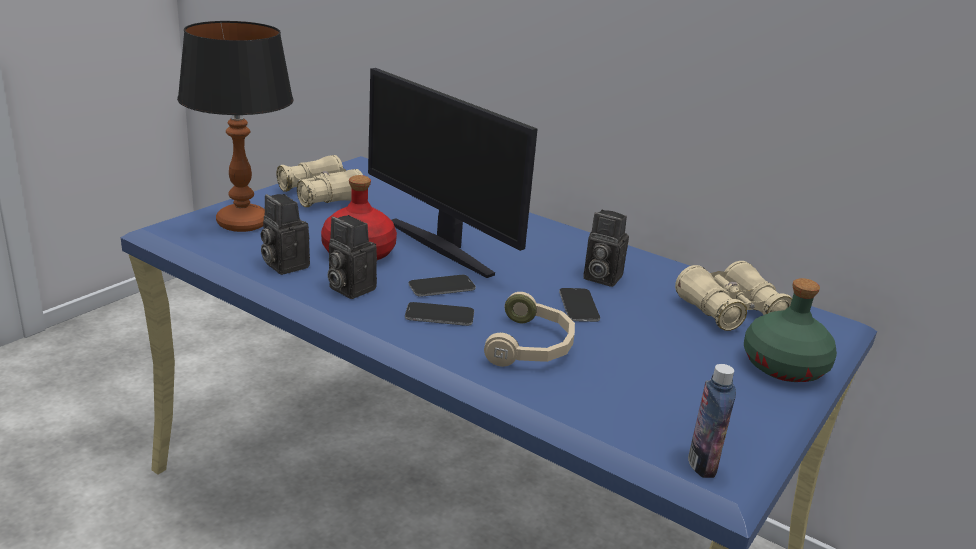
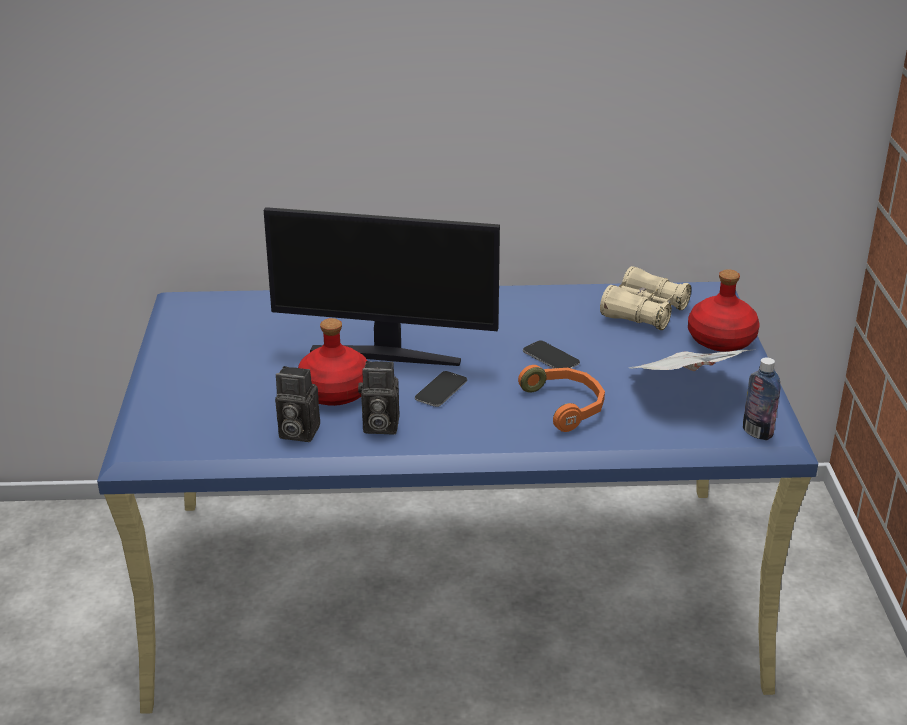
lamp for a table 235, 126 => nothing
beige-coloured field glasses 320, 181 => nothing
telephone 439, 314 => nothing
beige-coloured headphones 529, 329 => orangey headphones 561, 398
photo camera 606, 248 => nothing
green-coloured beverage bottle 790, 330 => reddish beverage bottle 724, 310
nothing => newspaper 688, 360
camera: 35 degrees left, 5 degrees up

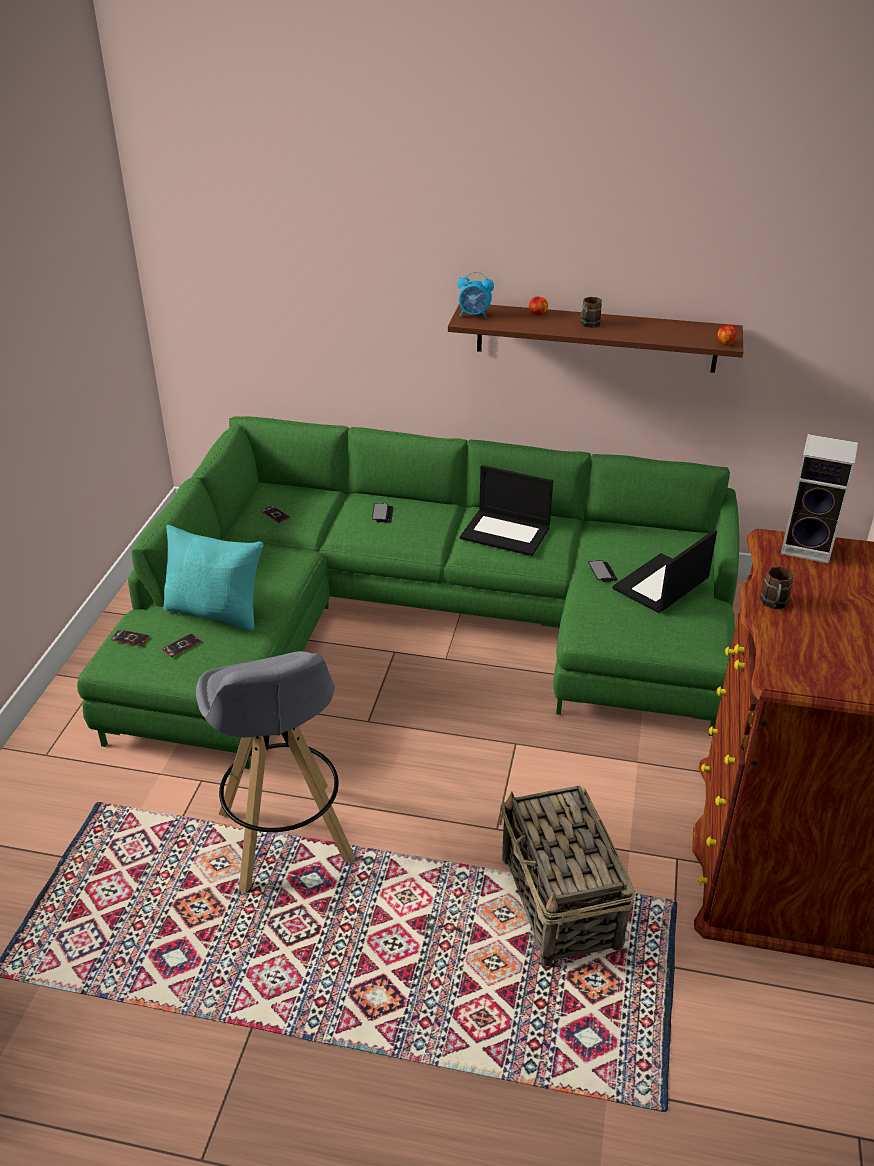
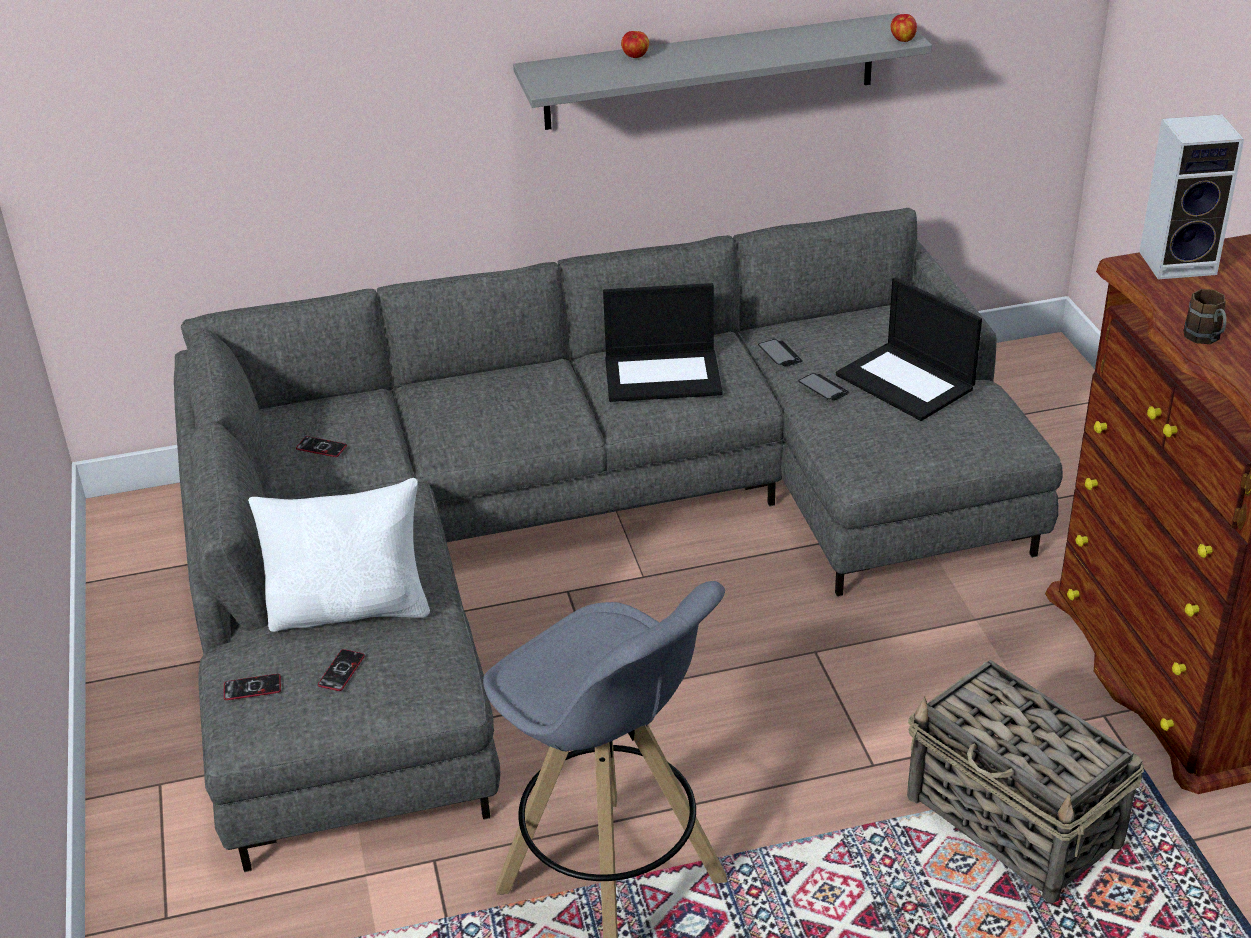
green-coloured sofa 408, 592 => gray sofa 618, 540
turquoise-coloured pillow 214, 578 => white-coloured pillow 339, 555
telephone 382, 513 => telephone 780, 353, move
brown wall shelf 595, 338 => gray wall shelf 722, 71
bedside clock 476, 294 => nothing
brown mug 591, 312 => nothing
laptop 664, 571 => laptop 909, 349, 60 degrees counterclockwise
camera: 25 degrees left, 0 degrees up

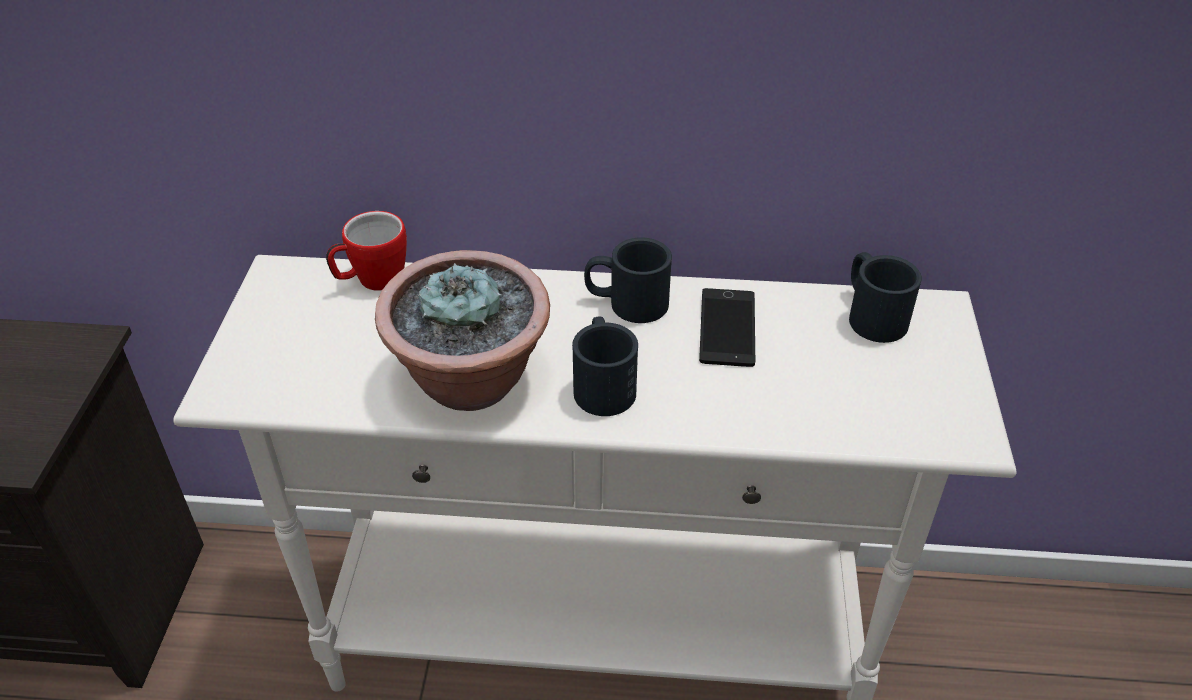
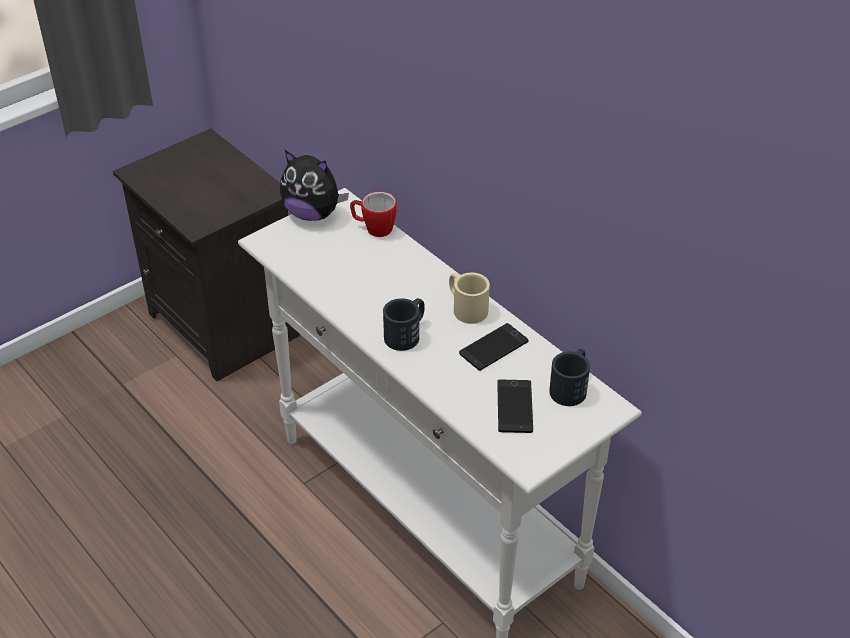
potted plant 462, 330 => nothing
blackish mug 628, 280 => beige-coloured mug 469, 298
nothing => plush toy 314, 185
nothing => telephone 515, 406
camera: 45 degrees right, 0 degrees up

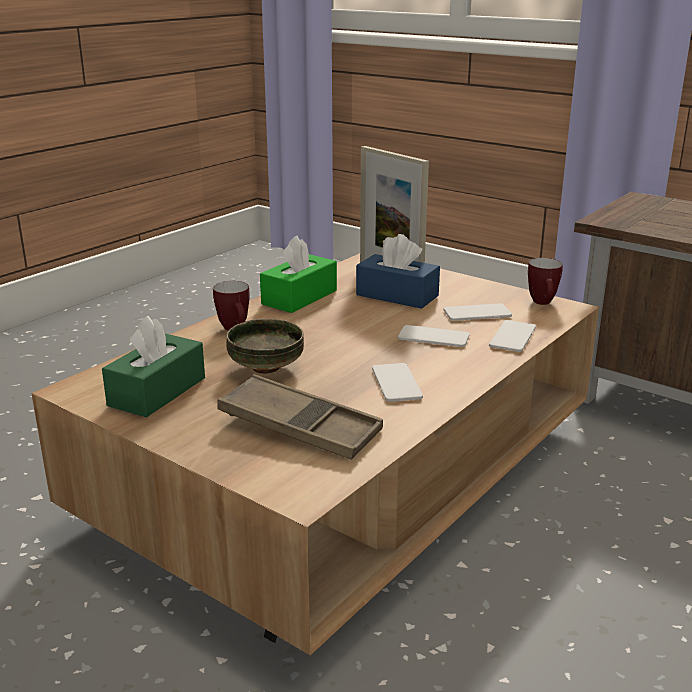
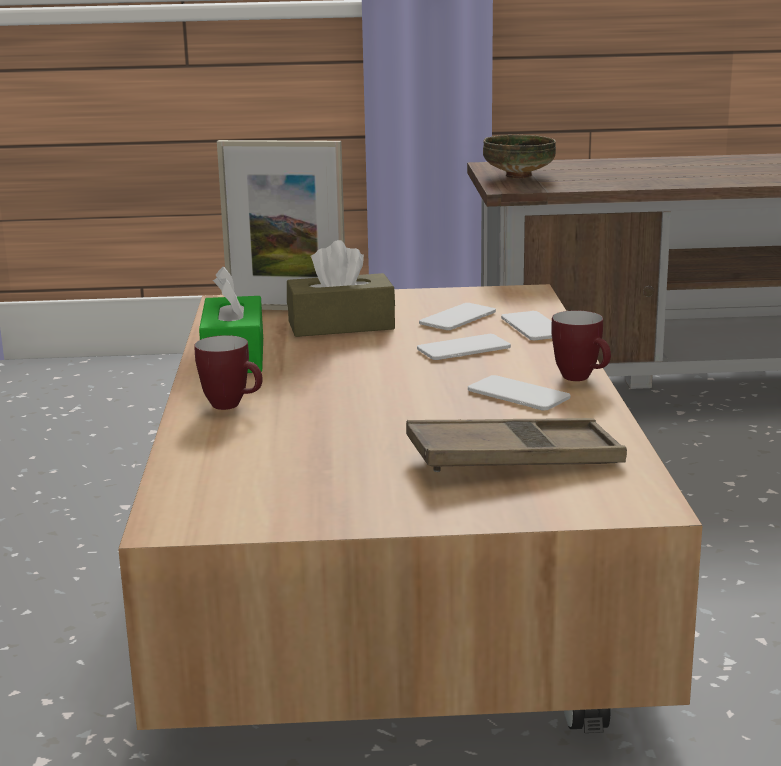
green-coloured tissue box 153, 367 => nothing
serving bowl 265, 346 => serving bowl 519, 156, move
blue-coloured tissue box 398, 271 => brown tissue box 341, 288
mug 545, 281 => mug 581, 345, move
camera: 40 degrees left, 5 degrees down

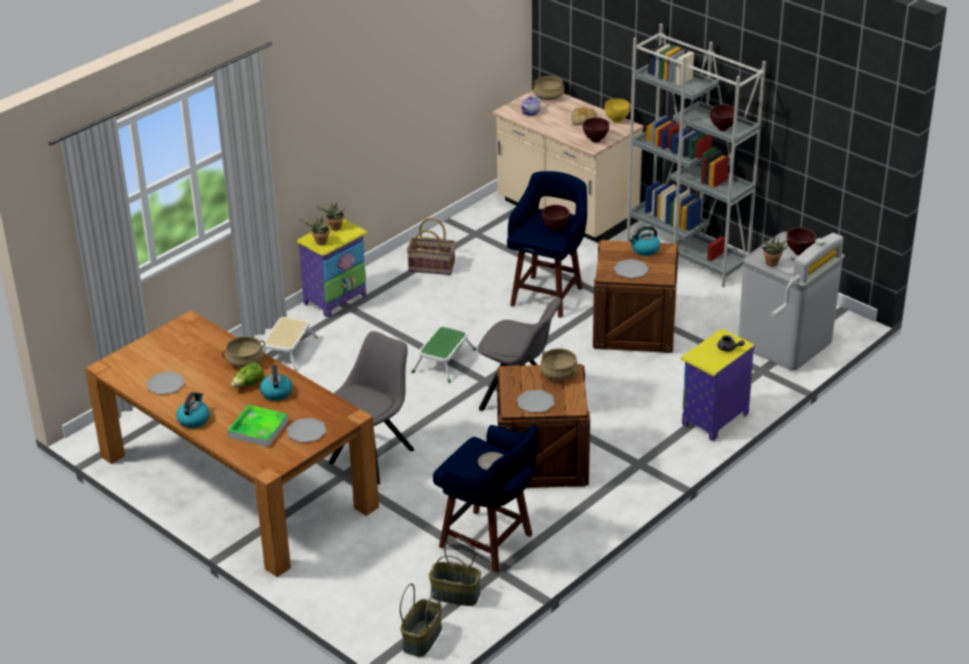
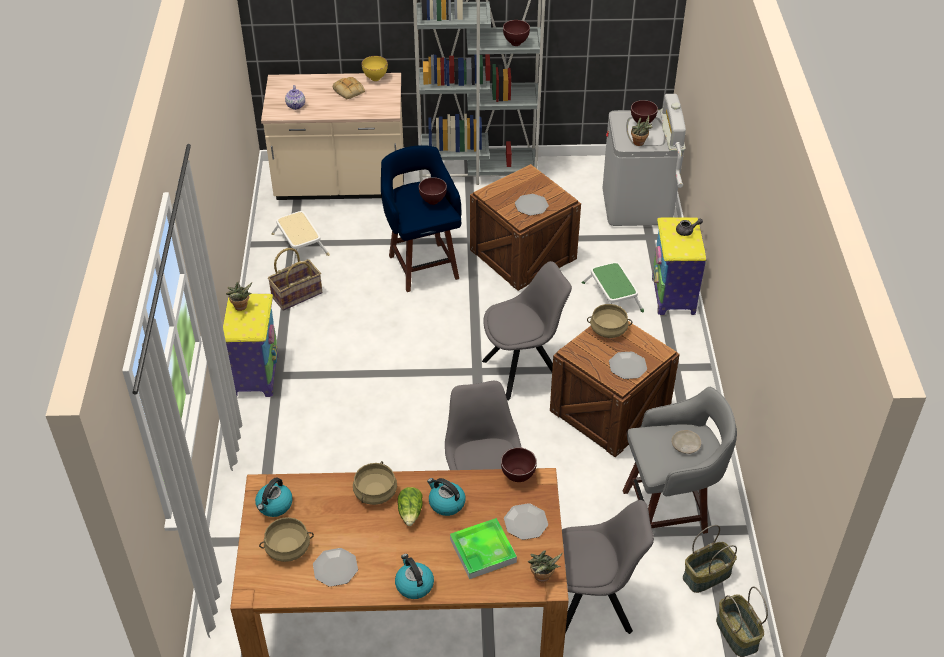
beige-coloured stepladder 291, 344 => beige-coloured stepladder 300, 238, move
potted plant 315, 231 => potted plant 545, 566, move
green-coloured stepladder 443, 354 => green-coloured stepladder 613, 287, move
blue-coloured sitting stool 485, 498 => gray sitting stool 680, 460
beige-coloured saucepot 548, 88 => beige-coloured saucepot 286, 539, move
brown serving bowl 596, 130 => brown serving bowl 519, 464, move
water kettle 644, 241 => water kettle 274, 497, move
nothing => gray upright chair 608, 567
camera: 45 degrees left, 10 degrees up

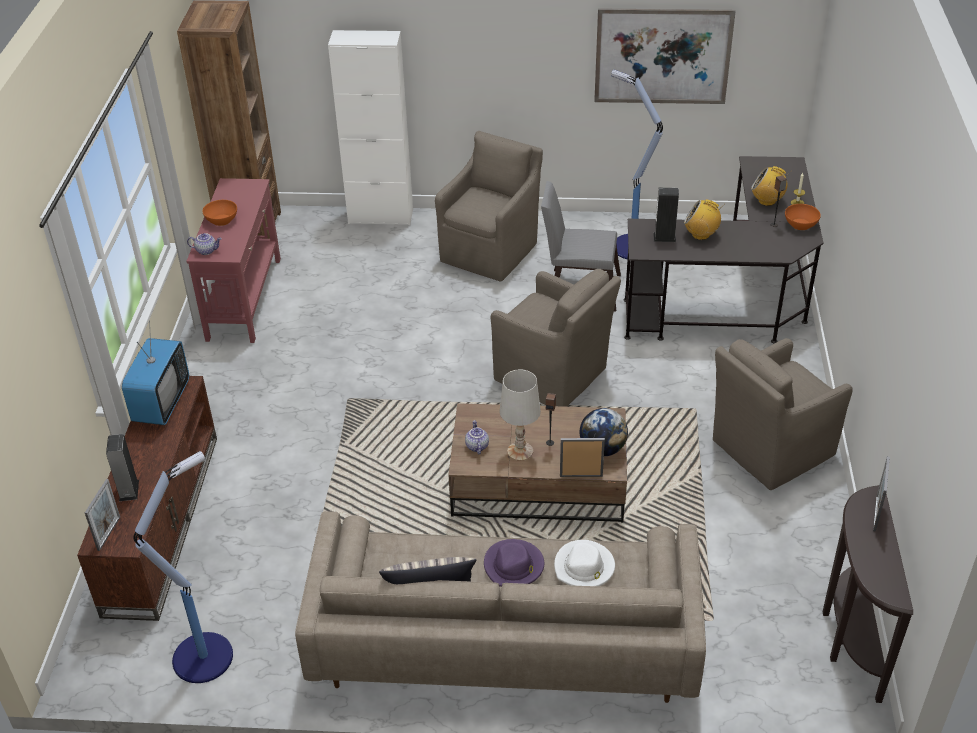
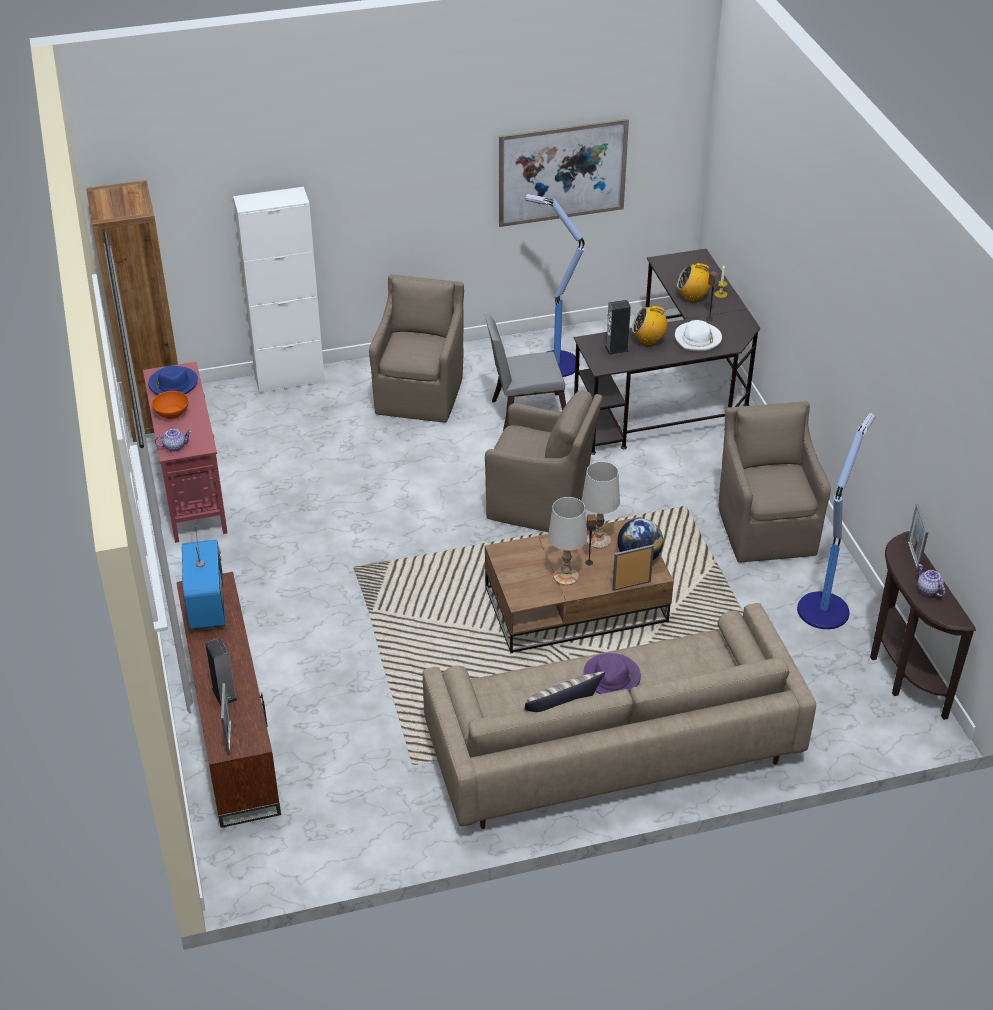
floor lamp 183, 567 => floor lamp 836, 521, move
teapot 477, 437 => teapot 931, 580, move
white-coloured clothing hat 584, 563 => white-coloured clothing hat 698, 335, move
brown armchair 783, 414 => brown armchair 774, 482, 135 degrees clockwise
orangey serving bowl 803, 217 => nothing
nothing => blue-coloured clothing hat 173, 380
nothing => white-coloured lamp for a table 601, 505
camera: 20 degrees left, 0 degrees up

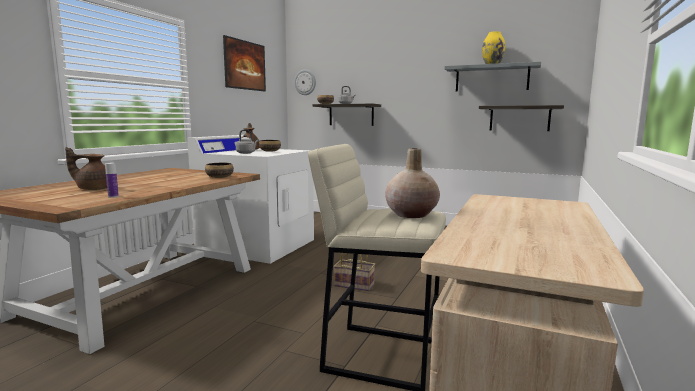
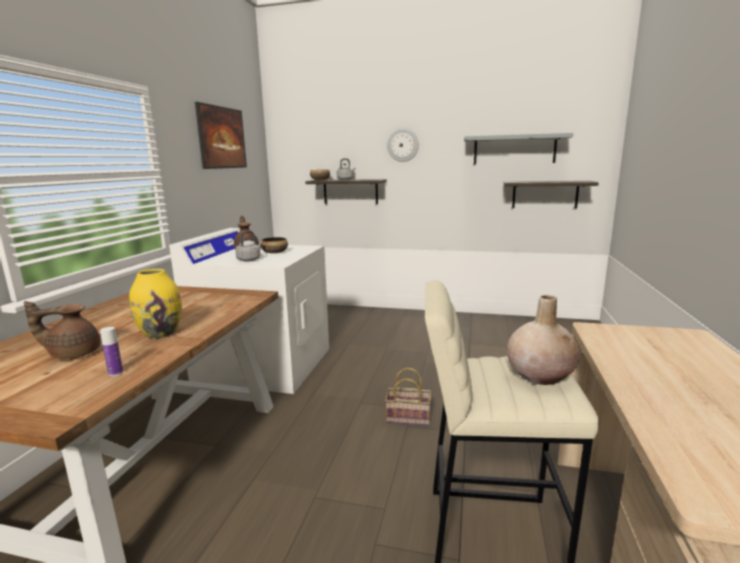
serving bowl 219, 170 => nothing
wall clock 305, 82 => wall clock 403, 145, move
yellowish decorative vase 493, 47 => yellowish decorative vase 155, 303, move
camera: 10 degrees left, 5 degrees up

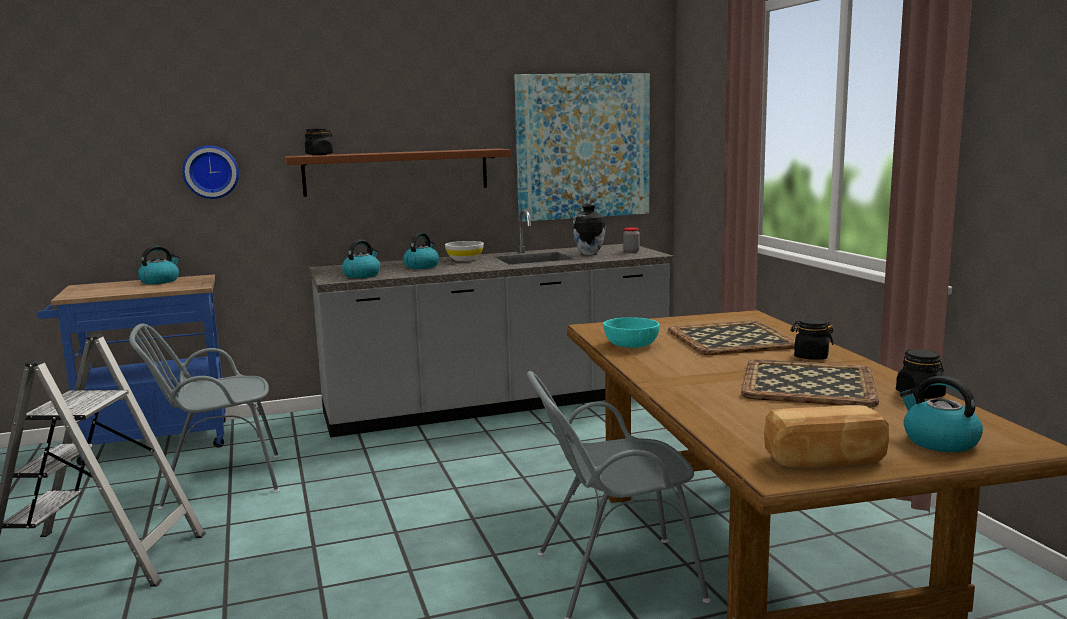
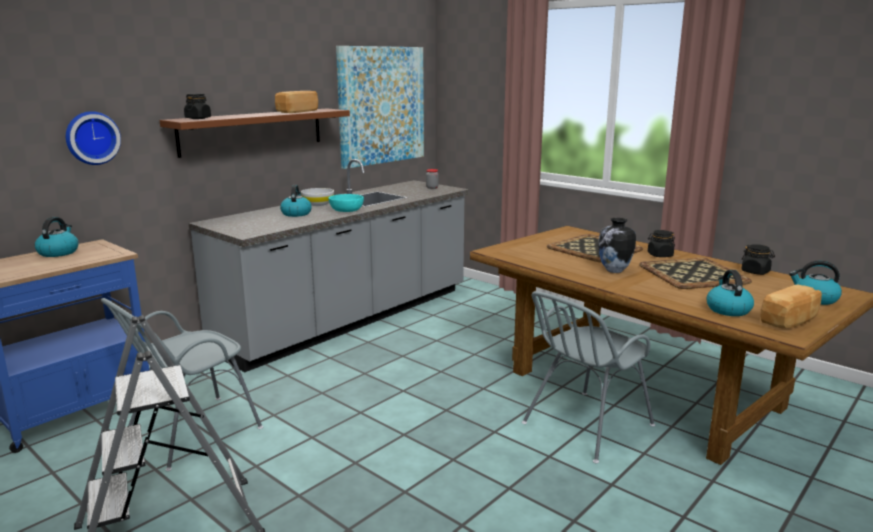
water kettle 361, 259 => water kettle 730, 293, move
decorative vase 589, 230 => decorative vase 617, 245, move
turquoise-coloured serving bowl 631, 332 => turquoise-coloured serving bowl 346, 203, move
nothing => bakery bread 296, 102
camera: 30 degrees left, 5 degrees up

